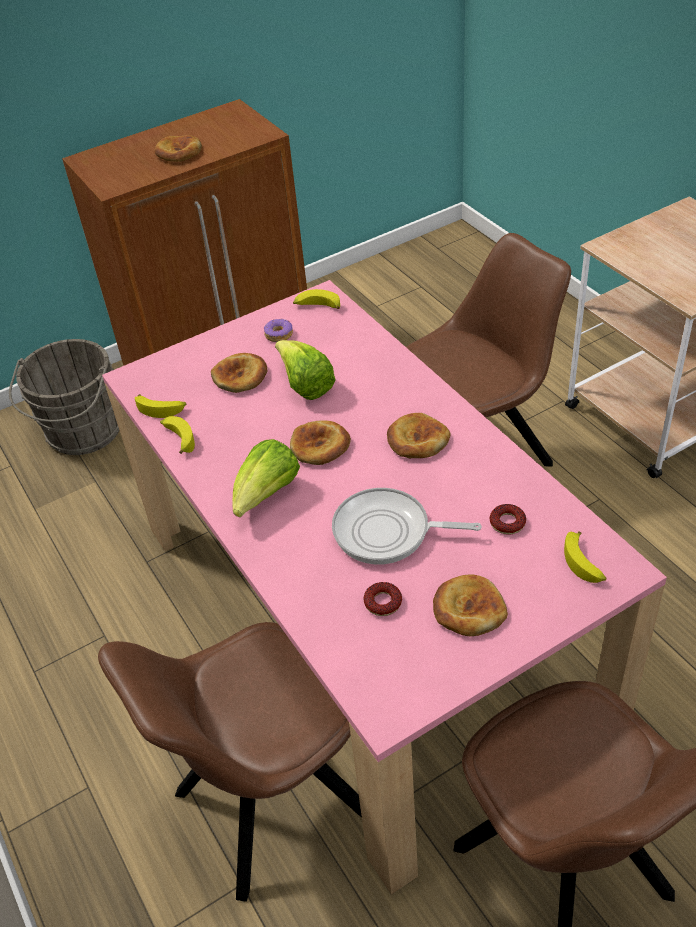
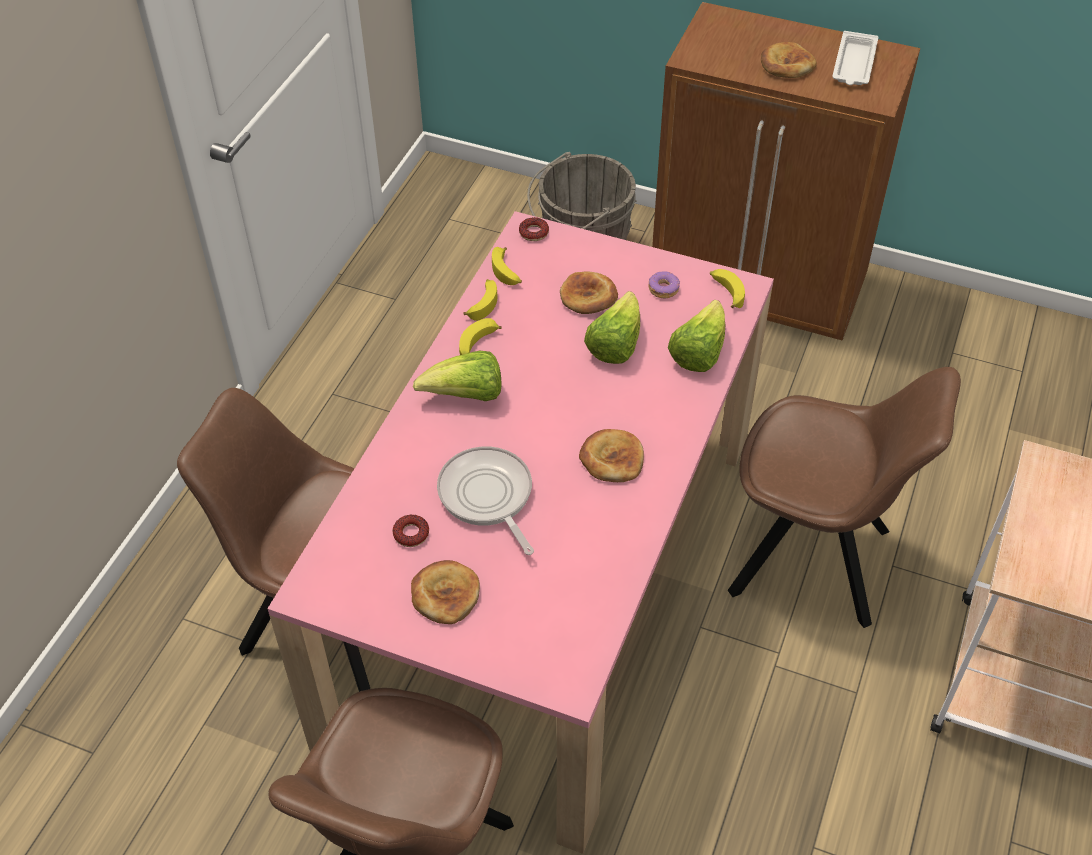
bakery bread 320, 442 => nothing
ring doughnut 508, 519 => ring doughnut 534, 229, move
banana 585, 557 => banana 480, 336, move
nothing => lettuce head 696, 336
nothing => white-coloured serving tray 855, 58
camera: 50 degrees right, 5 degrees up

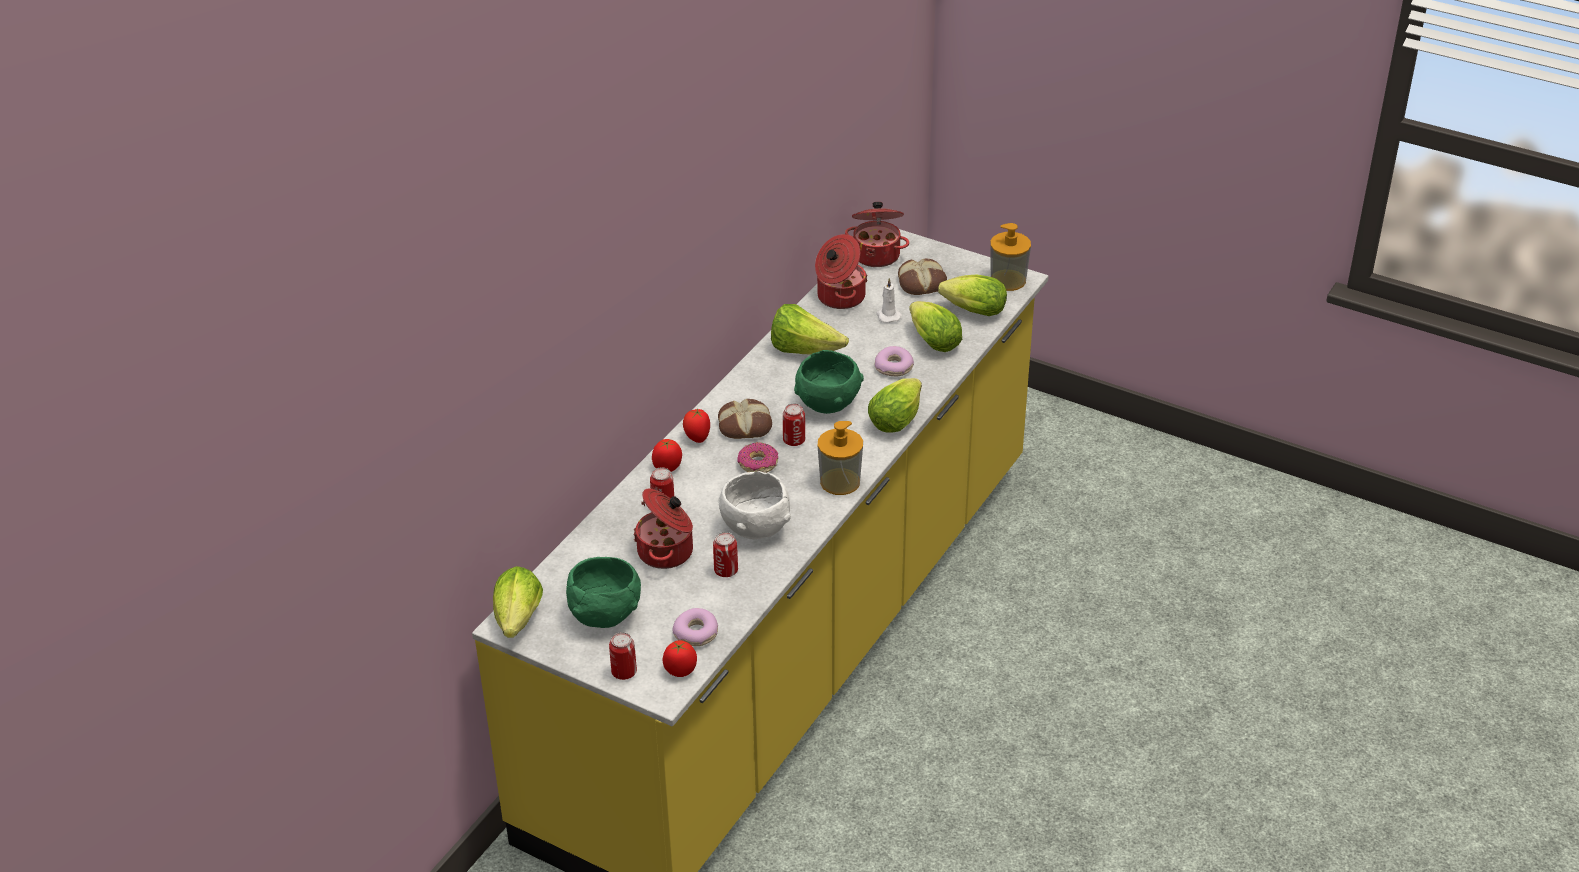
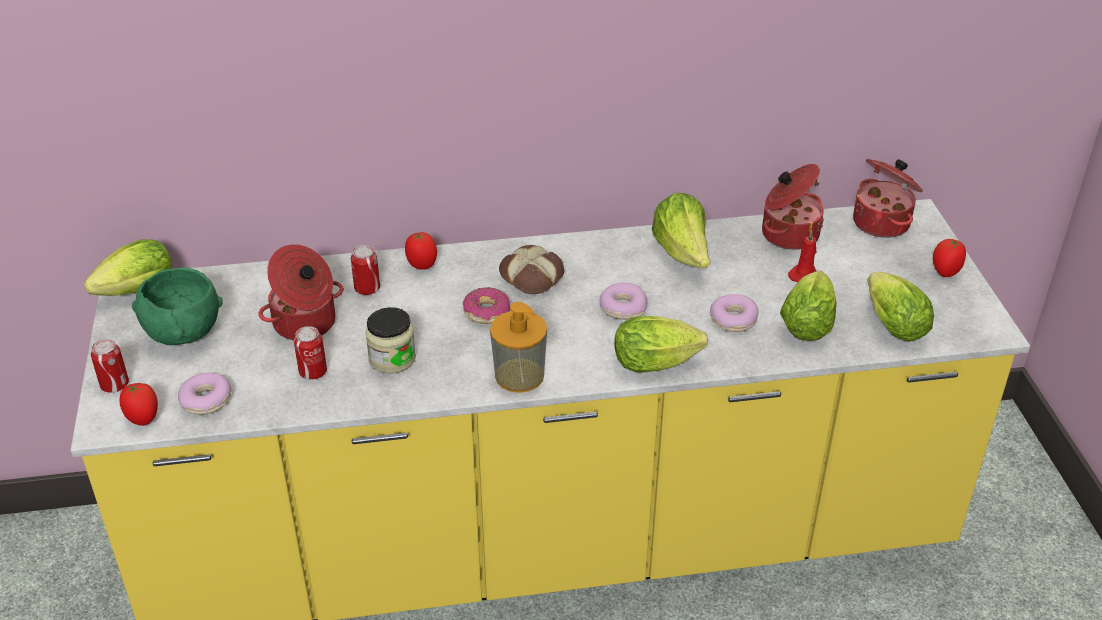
whole tomato 696, 425 => whole tomato 949, 258, move
white-coloured serving bowl 754, 505 => storage jar 390, 340
metal can 794, 424 => nothing
green-coloured serving bowl 829, 382 => ring doughnut 624, 301
white-coloured wax light 889, 300 => reddish wax light 802, 256
bakery bread 922, 277 => nothing
soap dispenser 1010, 257 => nothing
camera: 50 degrees right, 0 degrees up

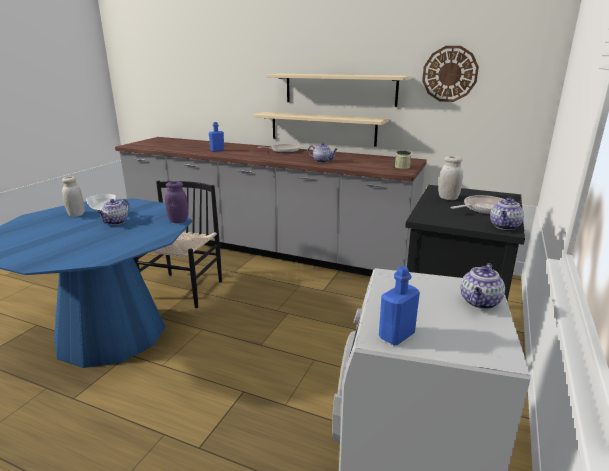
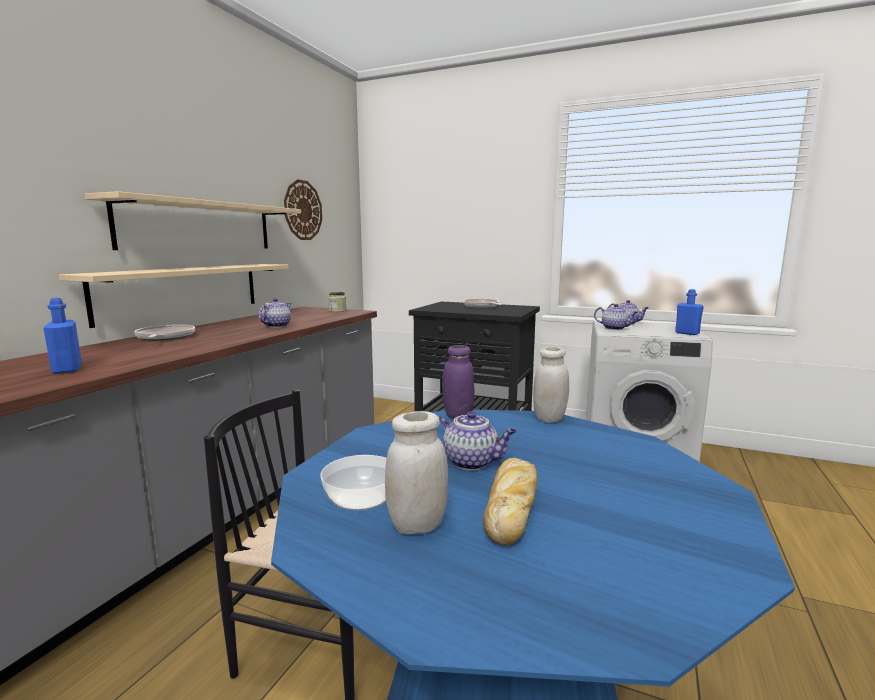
white-coloured storage jar 450, 178 => white-coloured storage jar 551, 385, move
teapot 507, 214 => teapot 616, 317, move
nothing => bakery bread 510, 502
camera: 90 degrees left, 10 degrees down

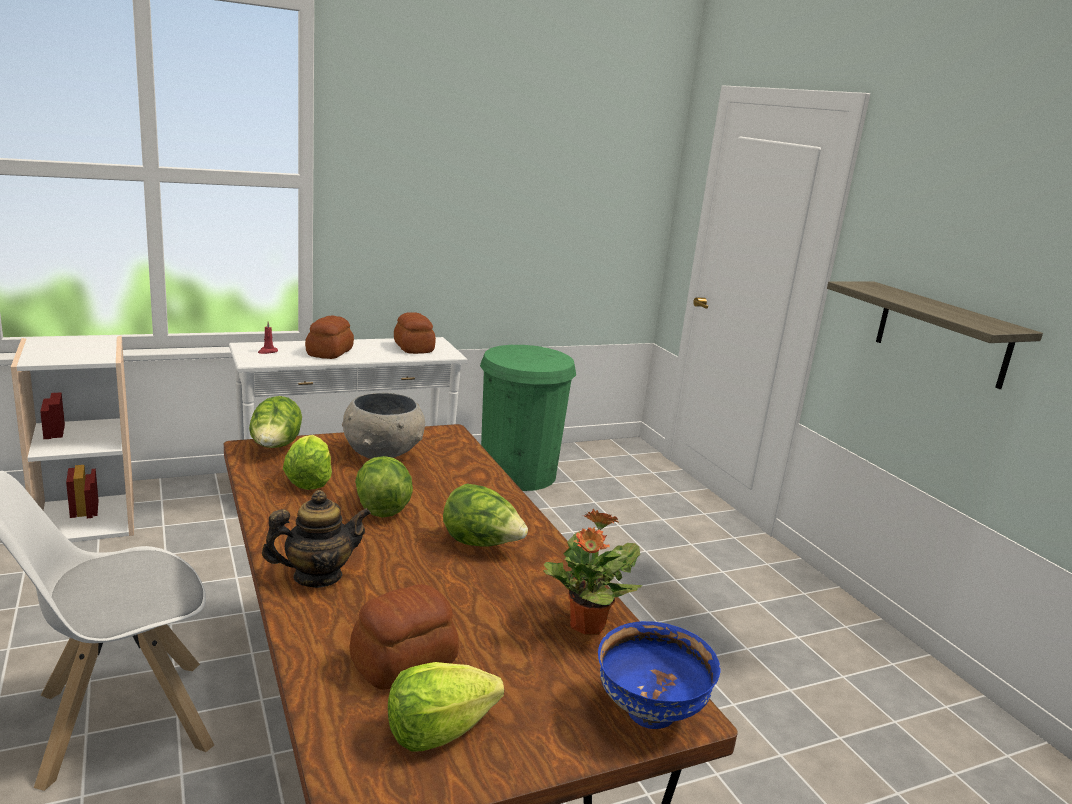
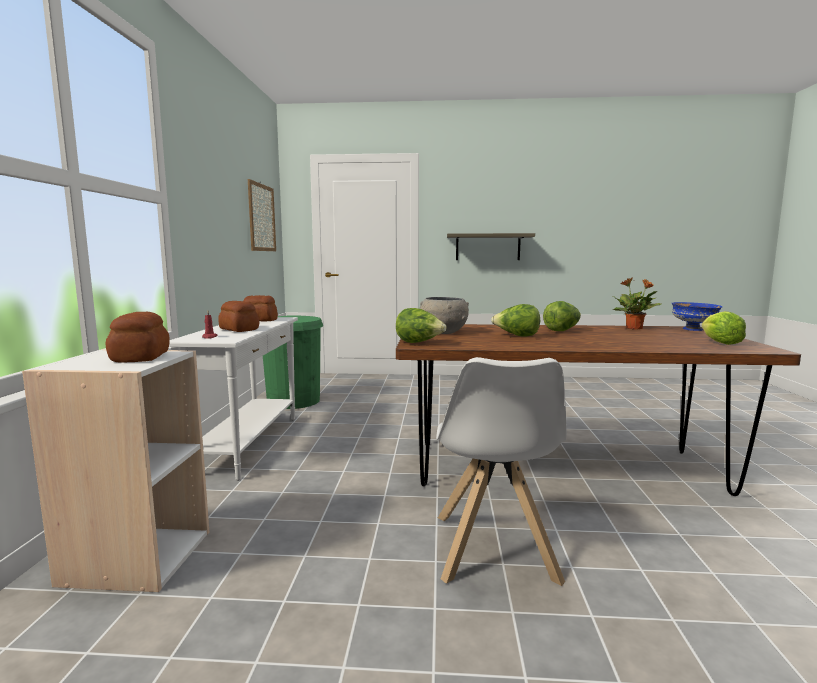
teapot 316, 539 => nothing
lettuce head 307, 462 => nothing
bakery bread 404, 637 => bakery bread 137, 337, move
nothing => wall picture 262, 215
camera: 60 degrees left, 10 degrees down

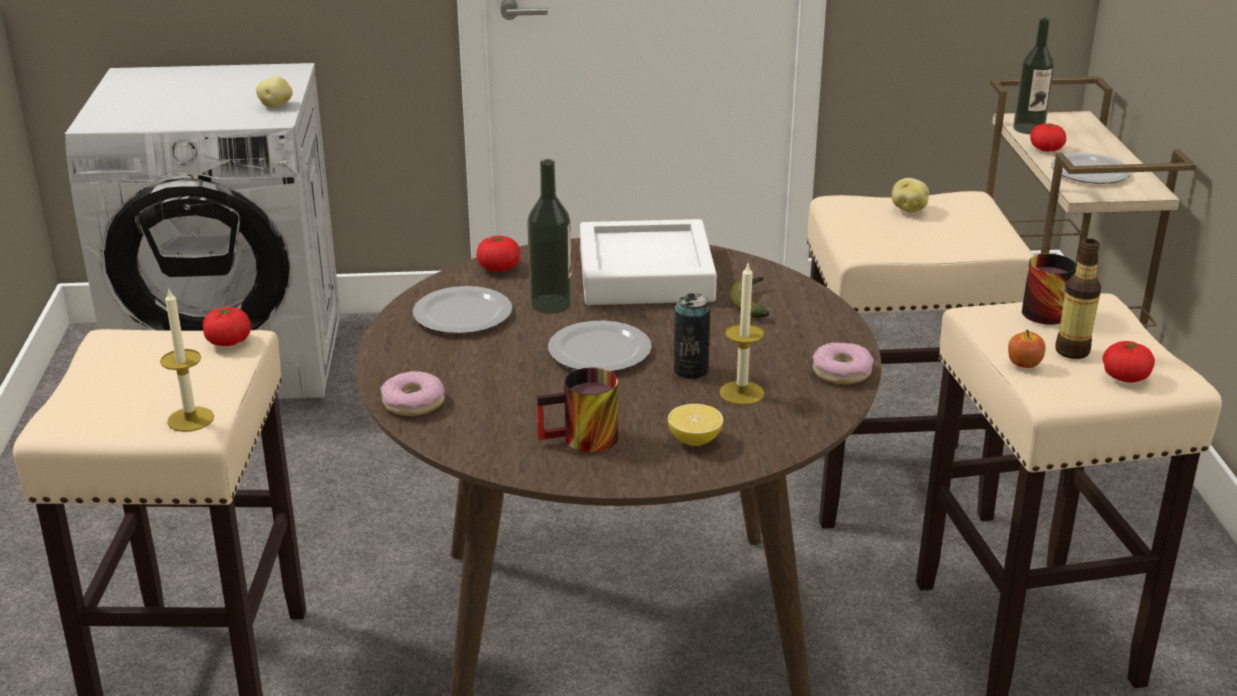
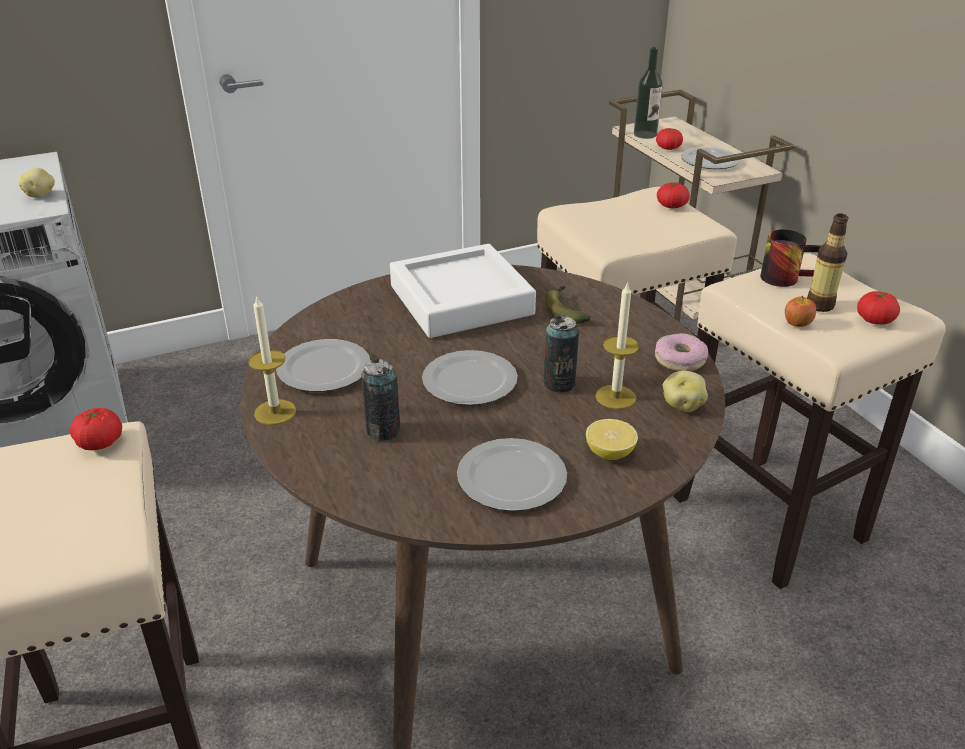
wax light 187, 359 => wax light 272, 360, move
ring doughnut 412, 393 => nothing
whole tomato 498, 254 => whole tomato 673, 195, move
beverage bottle 549, 236 => nothing
mug 577, 410 => dinner plate 512, 474
potato 910, 195 => potato 685, 391, move
nothing => metal can 380, 400
camera: 20 degrees left, 5 degrees up

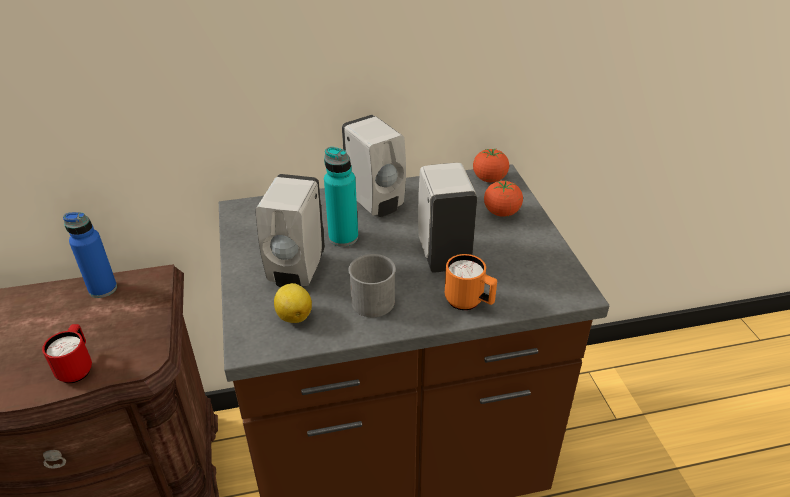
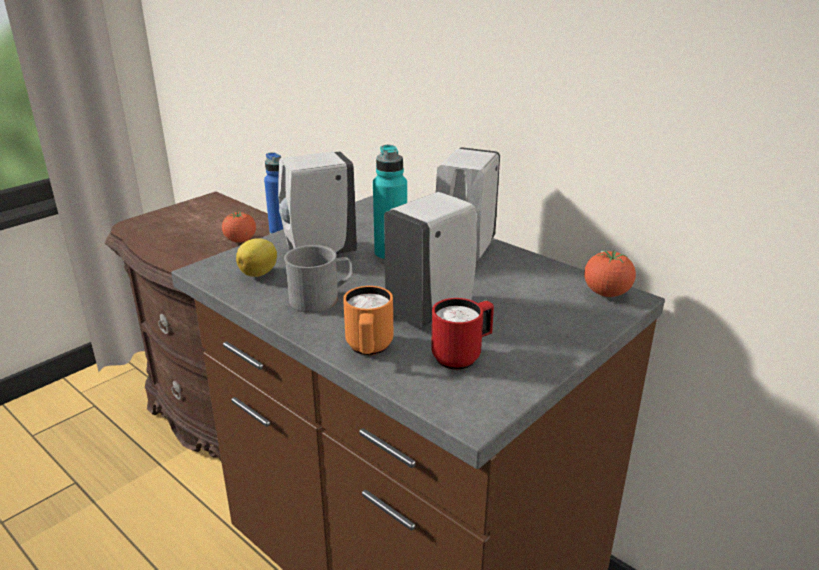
reddish mug 67, 353 => reddish mug 462, 334, move
whole tomato 503, 199 => whole tomato 239, 227, move
camera: 55 degrees right, 10 degrees down

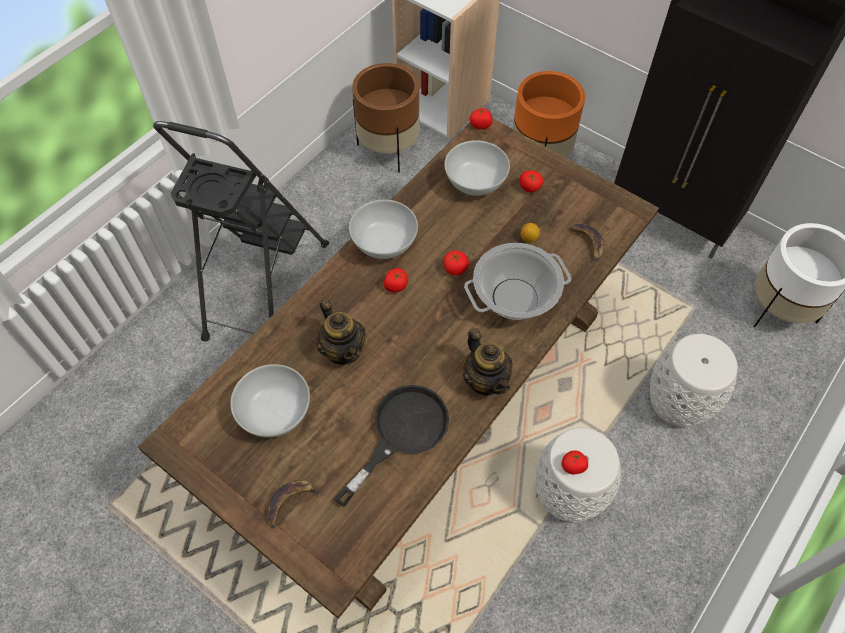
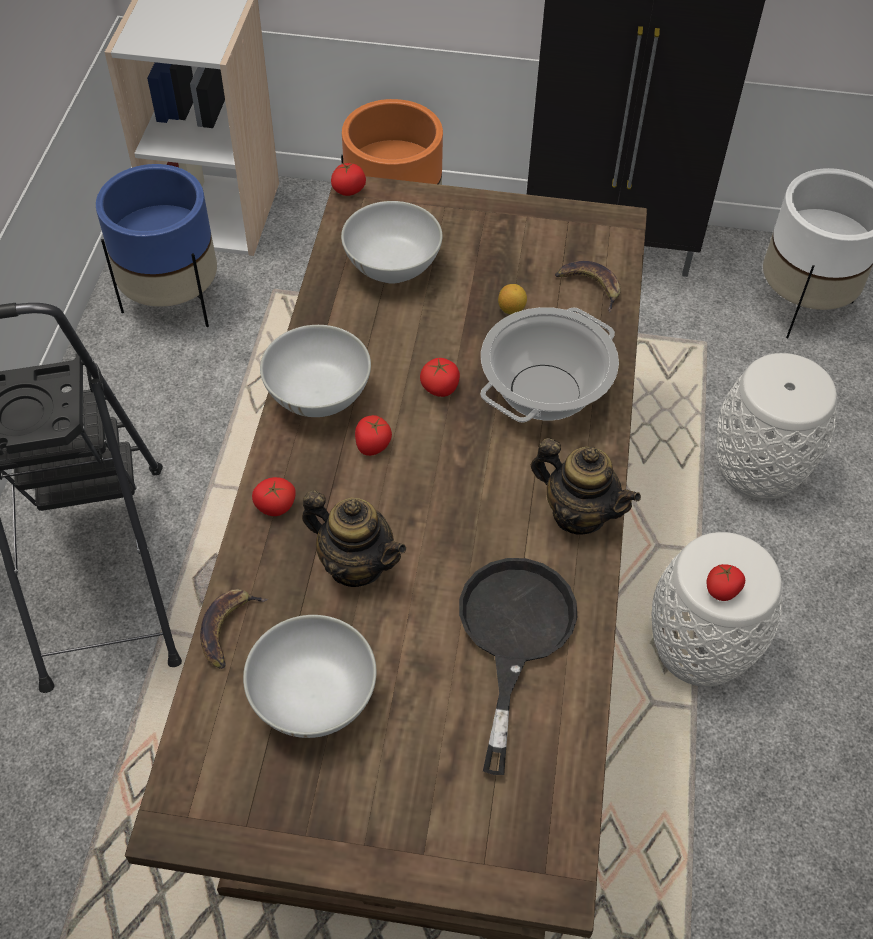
banana 294, 504 => banana 234, 629, move
brown plant pot 386, 118 => blue-coloured plant pot 156, 246
whole tomato 531, 181 => whole tomato 274, 496, move
camera: 30 degrees left, 5 degrees down

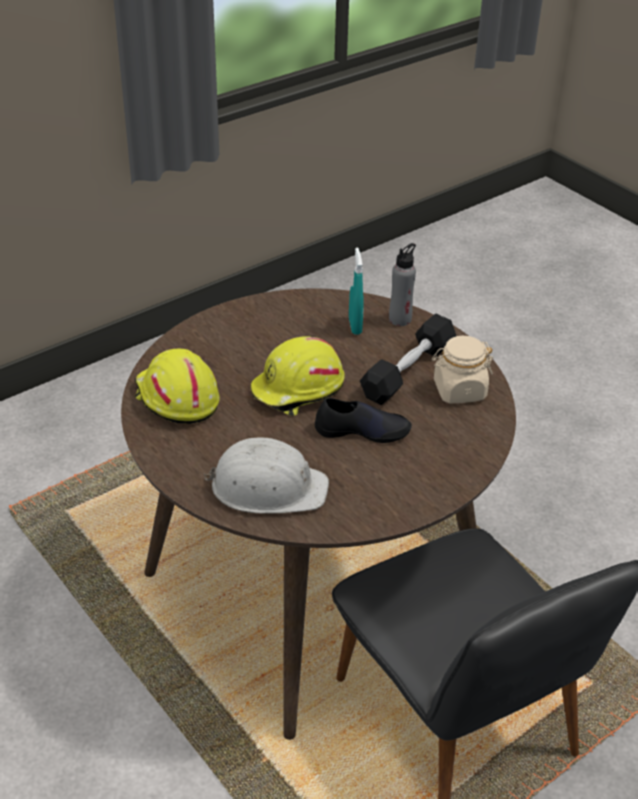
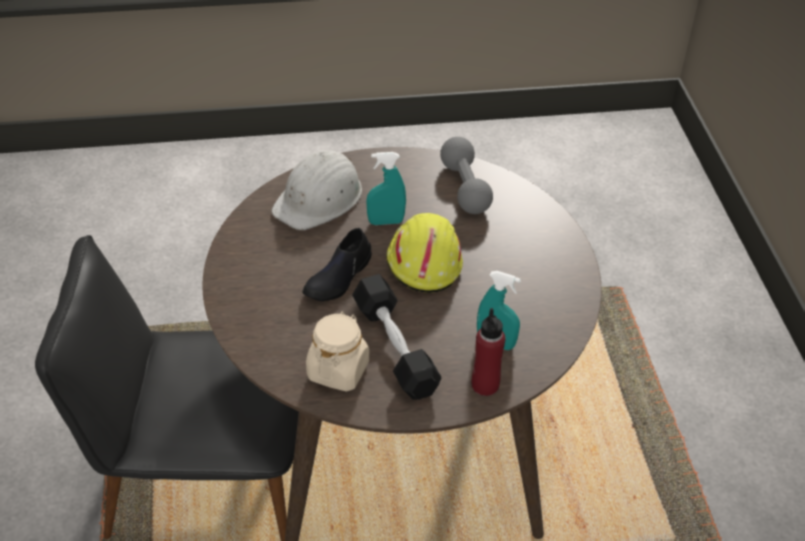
yellowish hard hat 177, 386 => gray free weight 466, 175
gray beverage bottle 402, 284 => reddish beverage bottle 488, 352
nothing => turquoise-coloured sprayer 386, 188
camera: 120 degrees right, 5 degrees up

